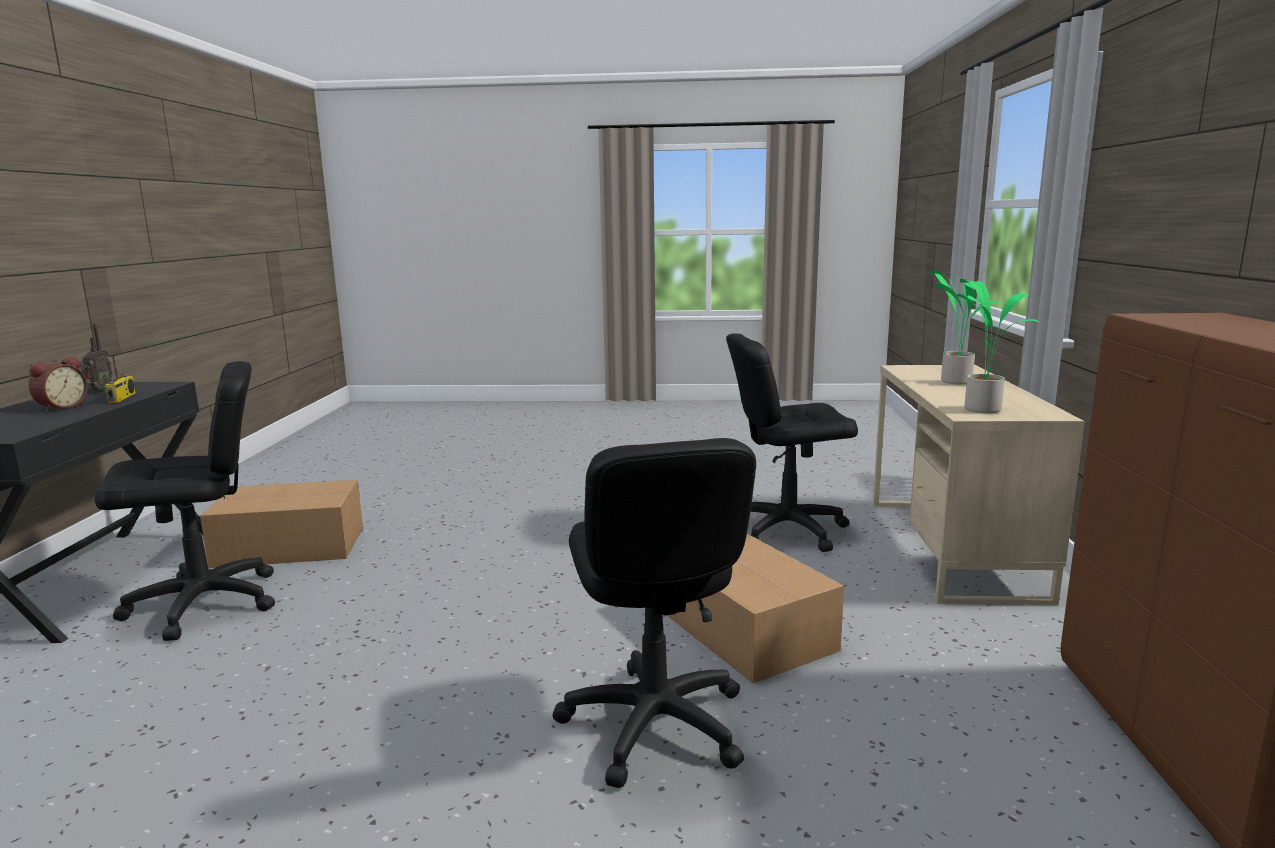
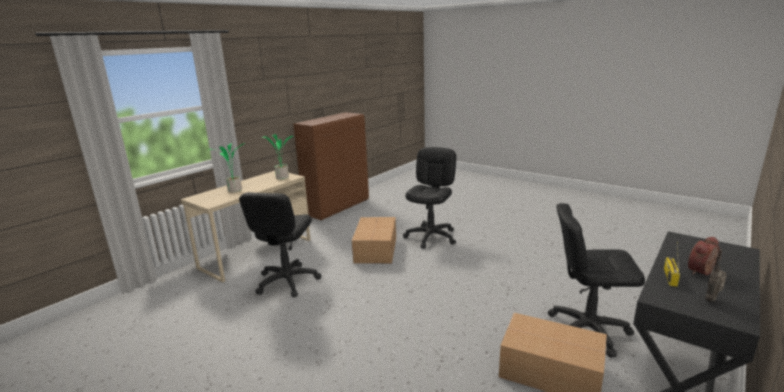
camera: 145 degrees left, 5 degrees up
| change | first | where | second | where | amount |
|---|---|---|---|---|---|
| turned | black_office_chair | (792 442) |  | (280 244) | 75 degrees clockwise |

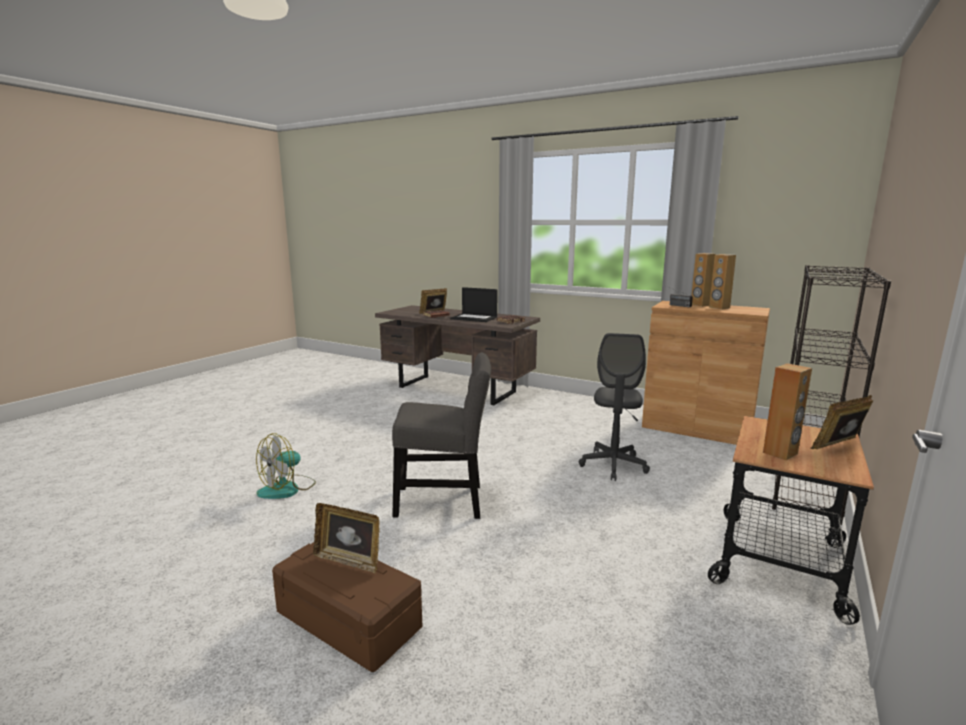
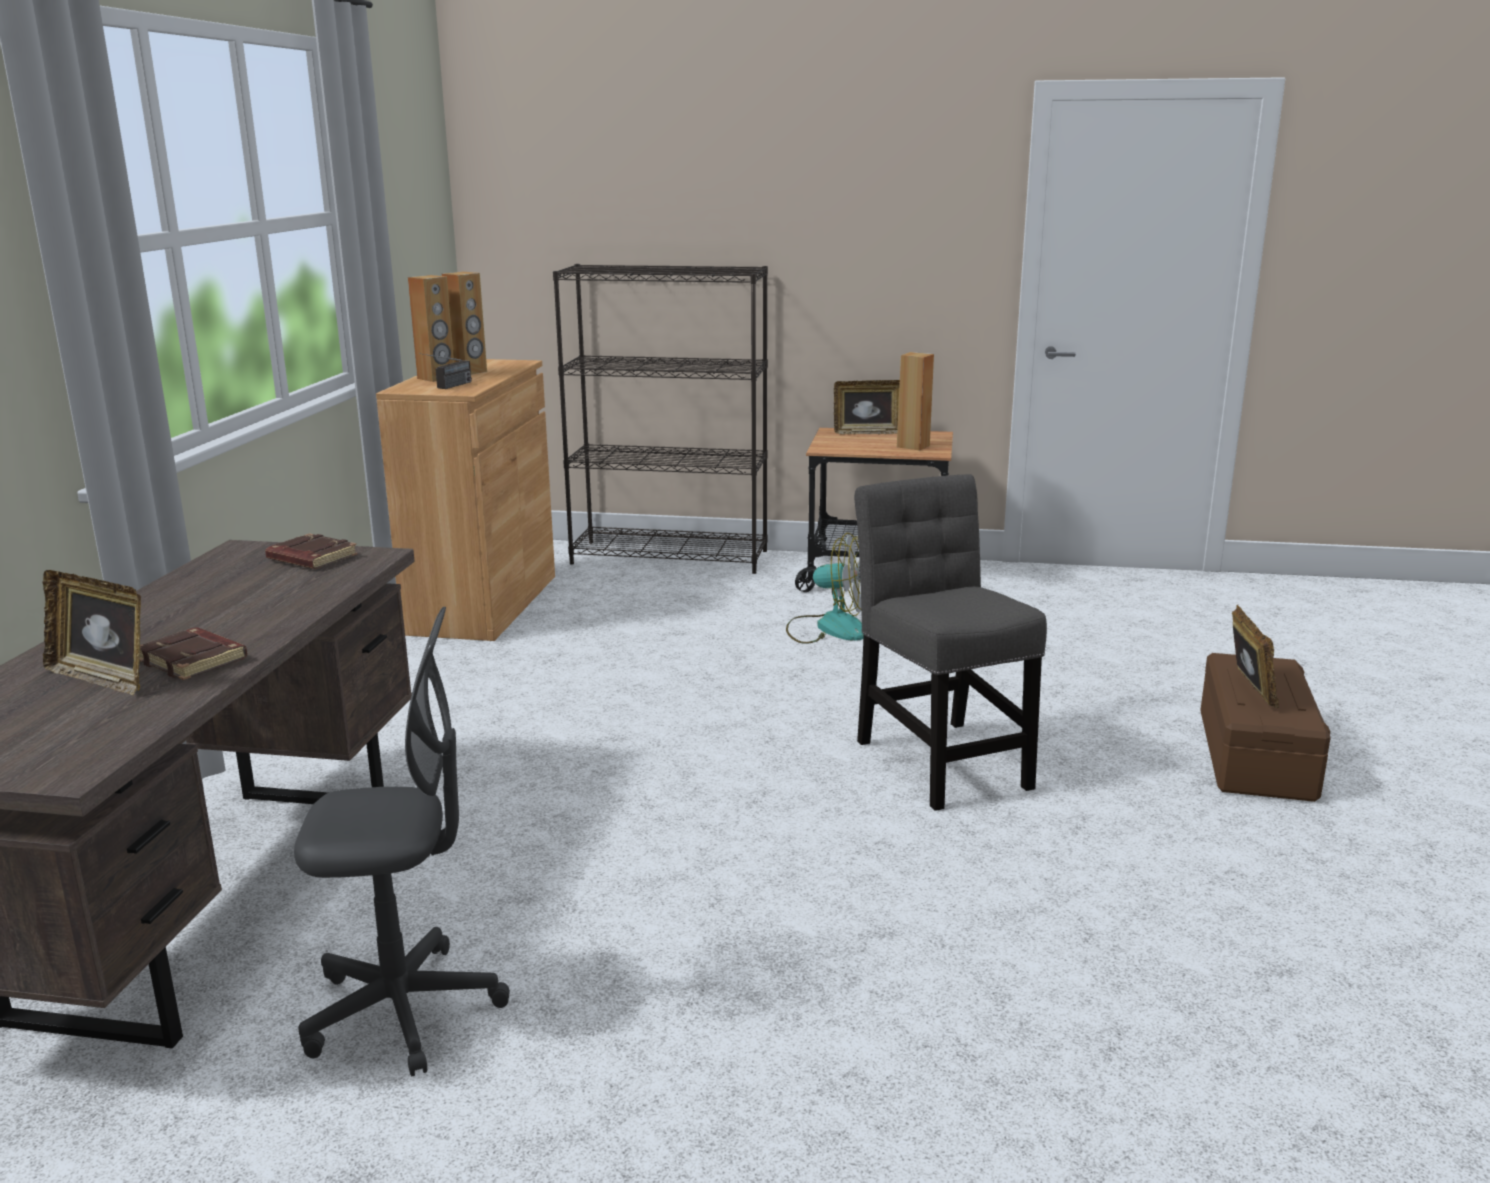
camera: 110 degrees left, 5 degrees up
| change | first | where | second | where | amount |
|---|---|---|---|---|---|
| moved | grey_office_chair | (614 407) |  | (402 841) |  |
| moved | fan | (286 466) |  | (825 588) |  |
| turned | picture_frame | (841 422) |  | (867 407) | 45 degrees counterclockwise |
| removed | laptop | (473 304) |  |  |  |

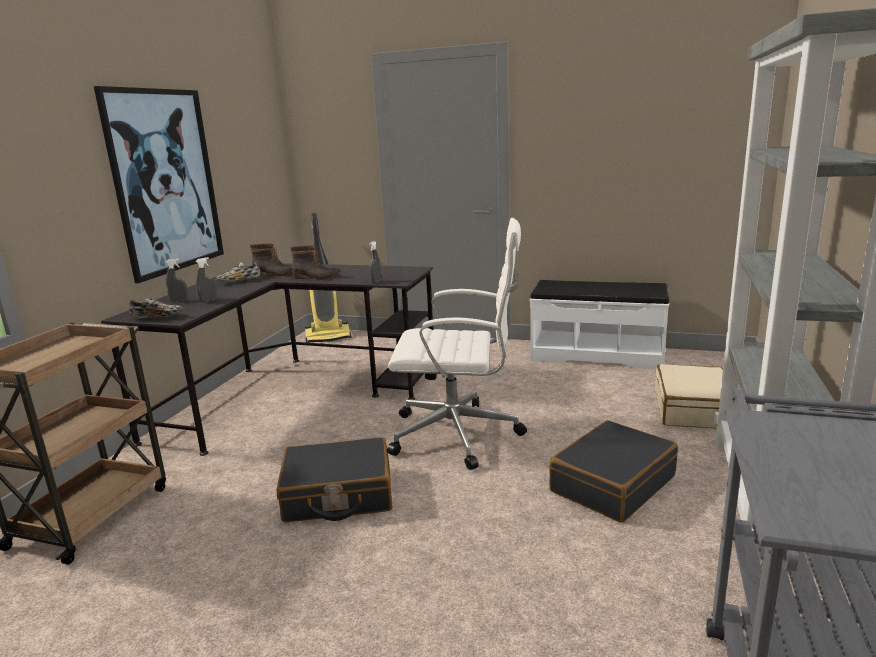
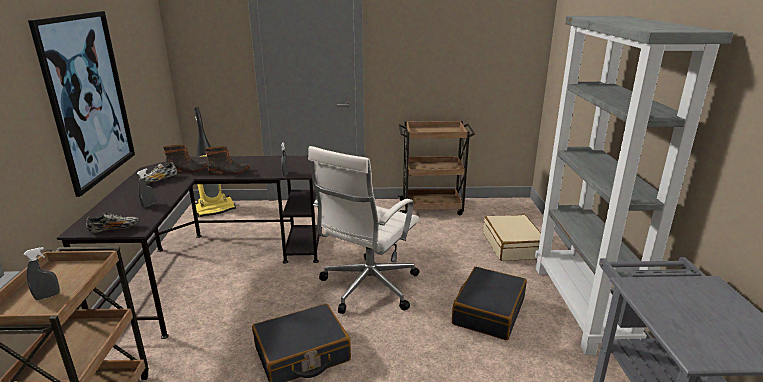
camera: 20 degrees left, 5 degrees up
| change | first | where | second | where | amount |
|---|---|---|---|---|---|
| moved | grey_spray_bottle | (177 280) |  | (42 273) |  |
| turned | white_office_chair | (457 344) |  | (364 230) | 135 degrees clockwise |
| replaced | white_bench | (599 324) | brown_cart | (436 168) |  |

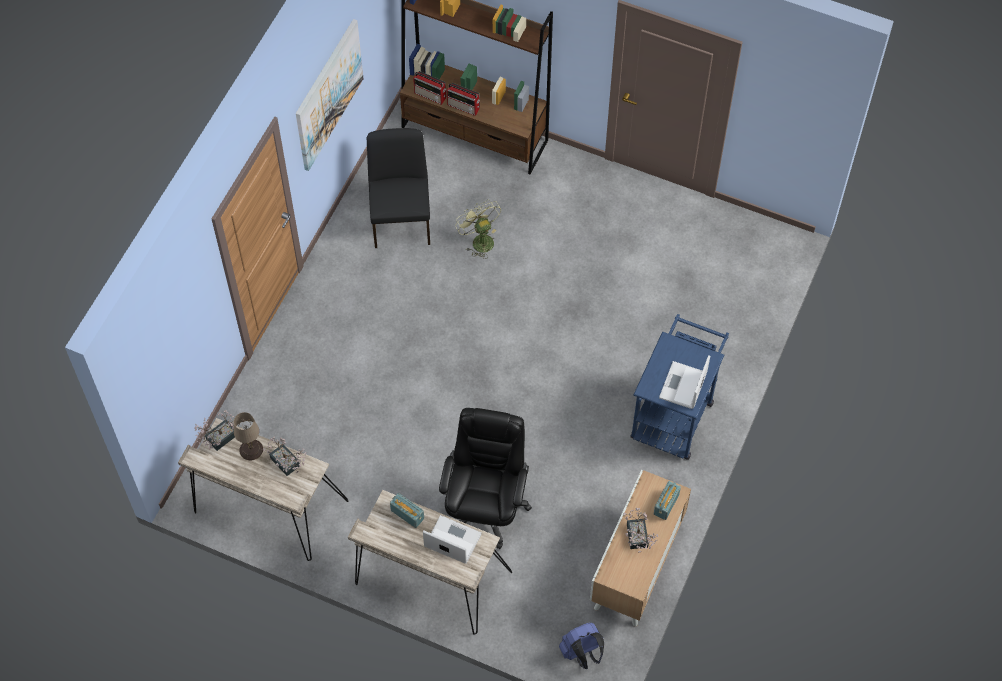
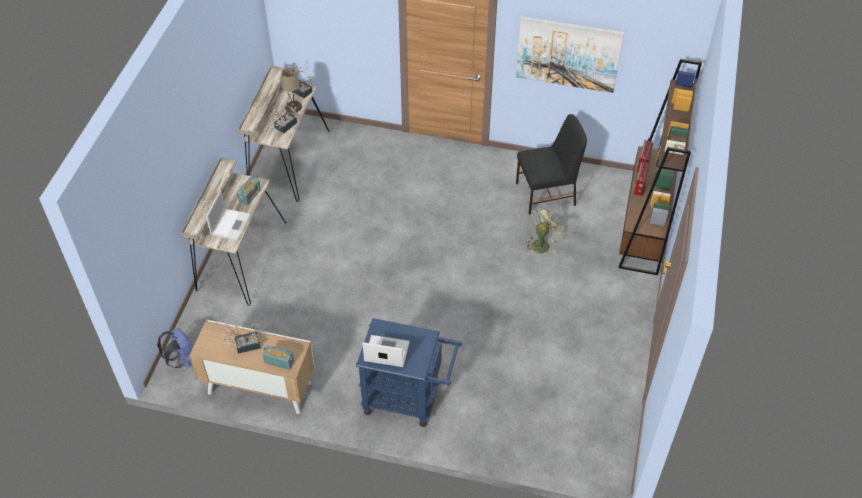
camera: 80 degrees right, 10 degrees down
| change | first | where | second | where | amount |
|---|---|---|---|---|---|
| removed | black_office_chair | (485 478) |  |  |  |

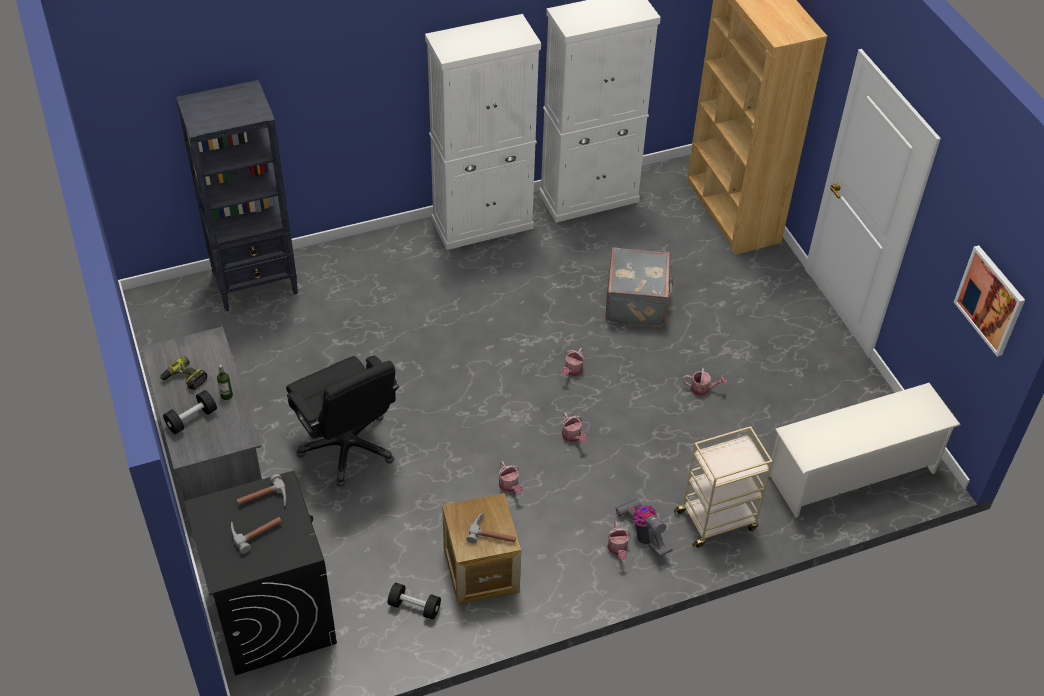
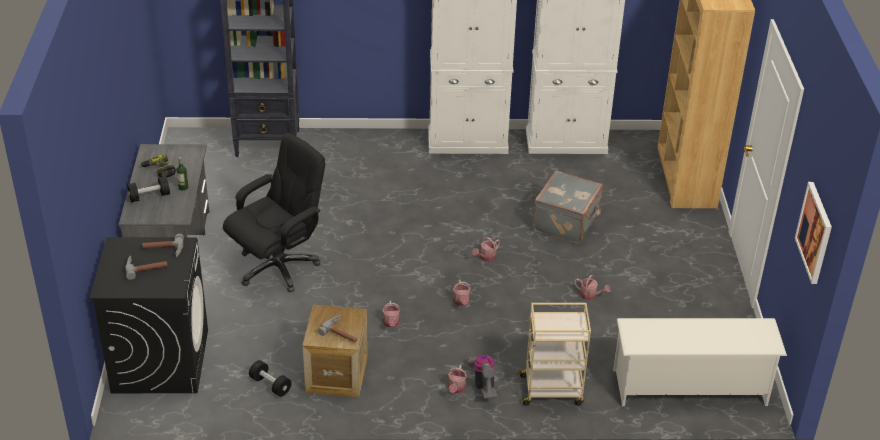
camera: 20 degrees right, 10 degrees down
| change | first | where | second | where | amount |
|---|---|---|---|---|---|
| turned | black_office_chair | (342 421) |  | (274 212) | 120 degrees counterclockwise |

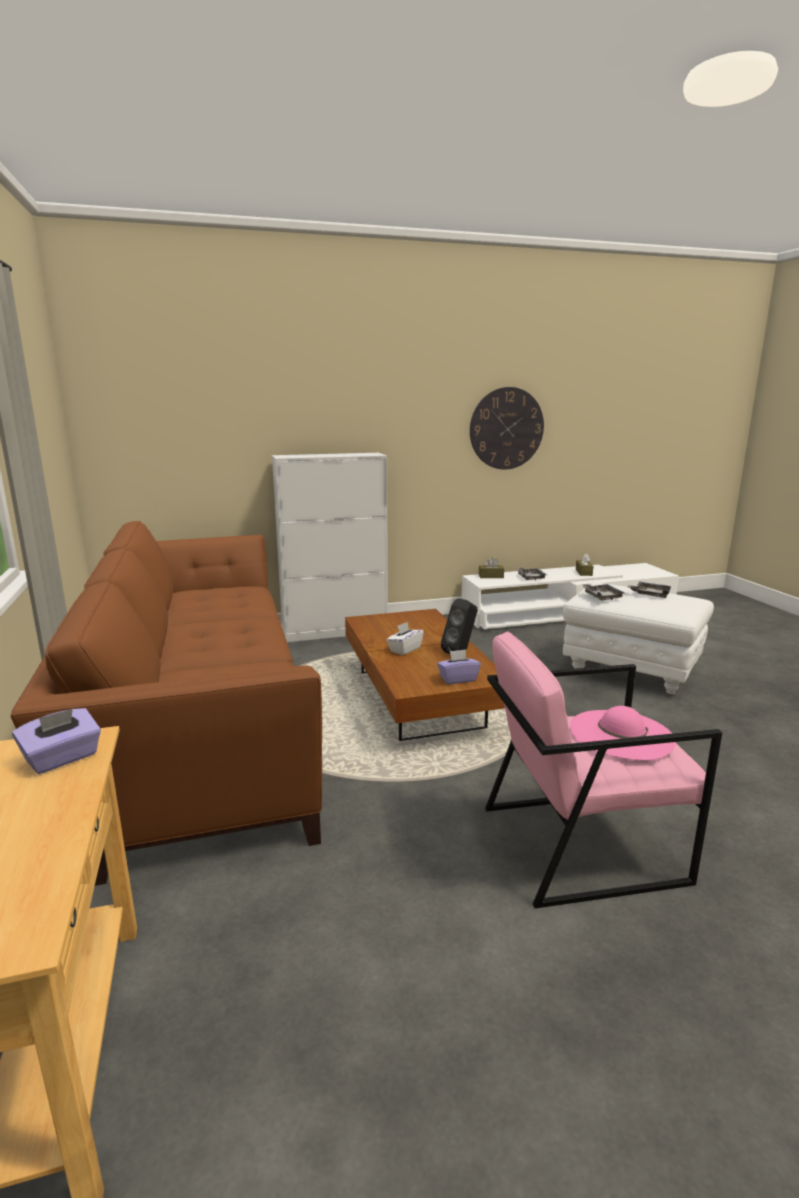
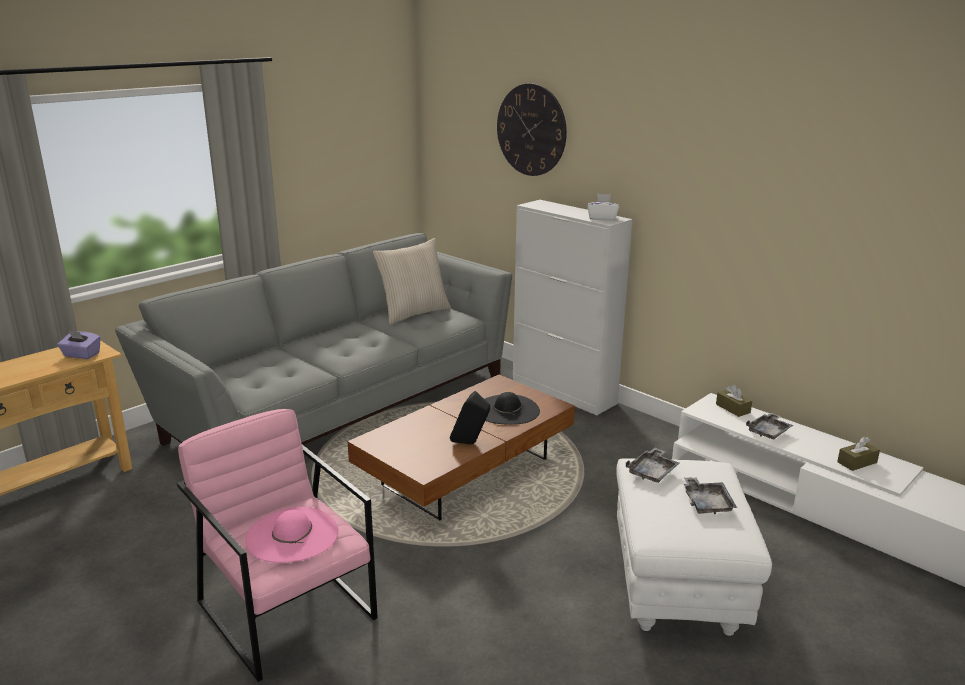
camera: 60 degrees right, 5 degrees up
| change | first | where | second | where | amount |
|---|---|---|---|---|---|
| recoloured | brown_sofa | (166 703) | grey_sofa | (313 339) |  |
| added |  |  | beige_pillow | (412 281) |  |
| added |  |  | black_hat | (512 408) |  |
| moved | wall_clock | (507 428) |  | (532 129) |  |
| moved | white_tissue_box | (405 638) |  | (603 207) |  |
| removed | purple_tissue_box | (459 666) |  |  |  |

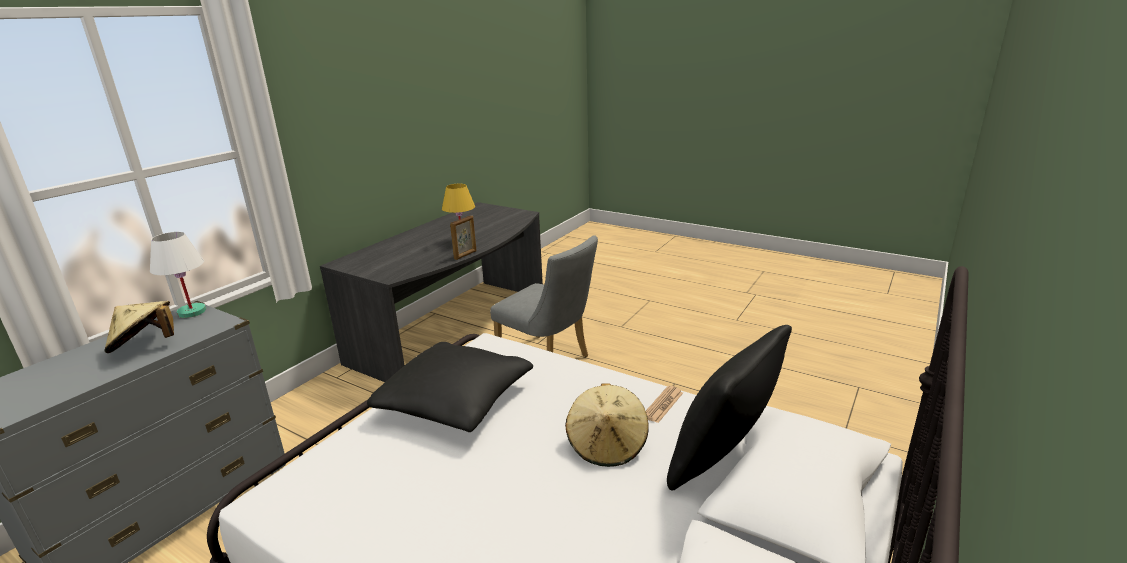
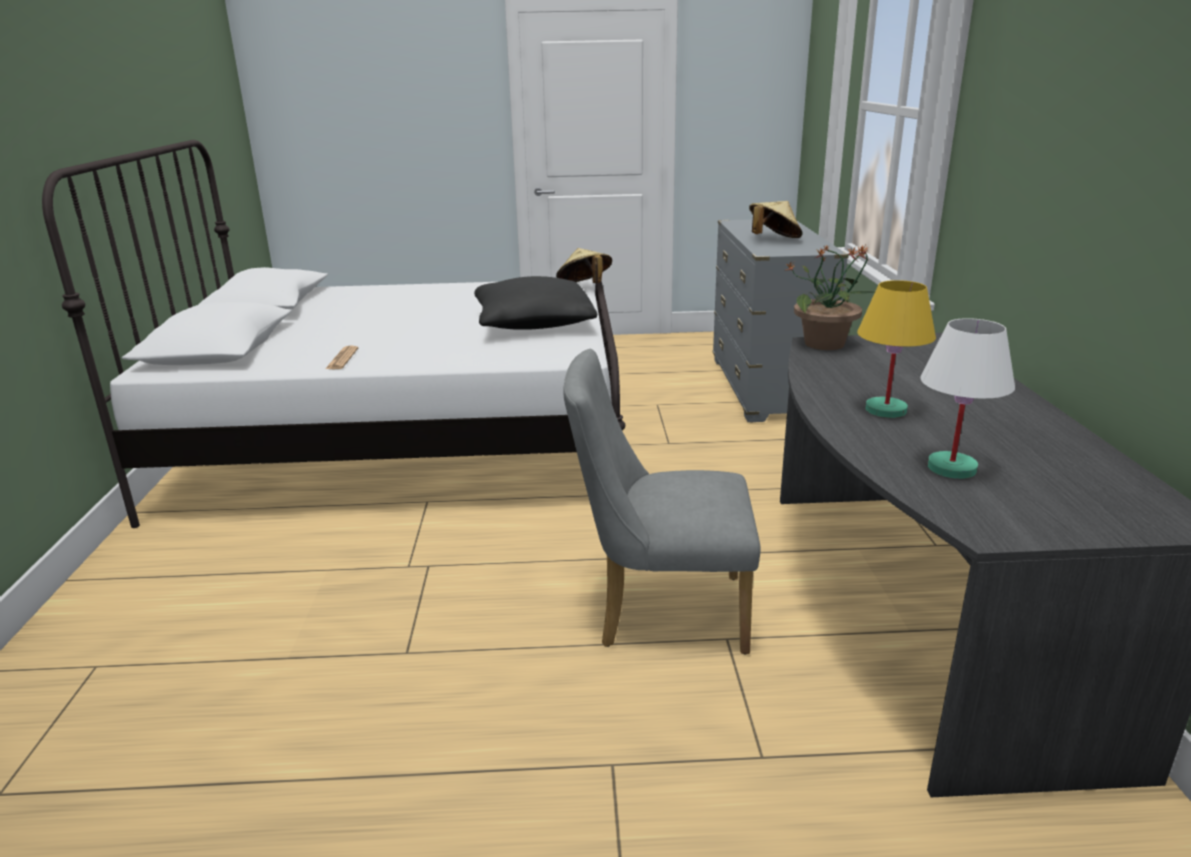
camera: 145 degrees right, 0 degrees up
| change | first | where | second | where | amount |
|---|---|---|---|---|---|
| moved | beige_hat | (607 425) |  | (584 265) |  |
| added |  |  | potted_plant | (830 297) |  |
| moved | white_table_lamp | (178 275) |  | (967 398) |  |
| removed | picture_frame | (463 237) |  |  |  |
| removed | black_pillow | (729 408) |  |  |  |

